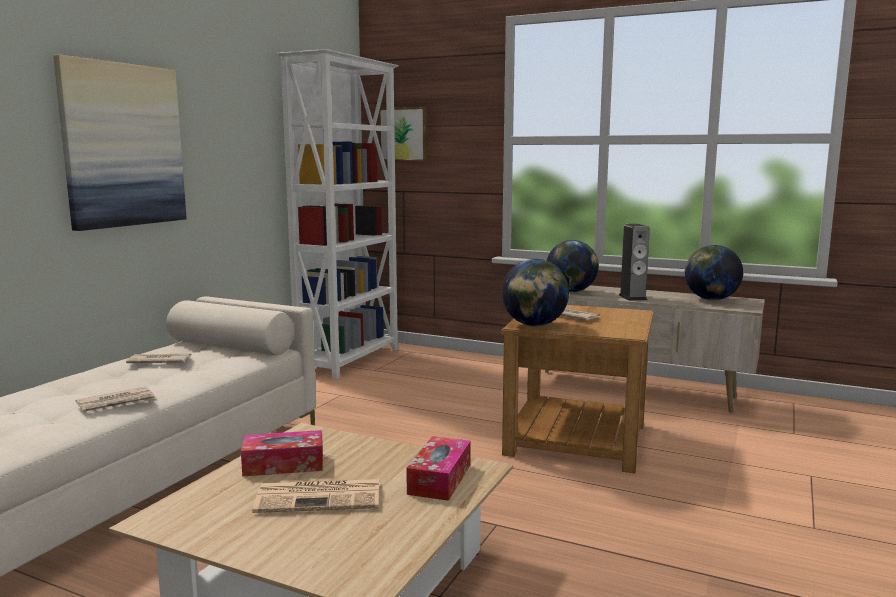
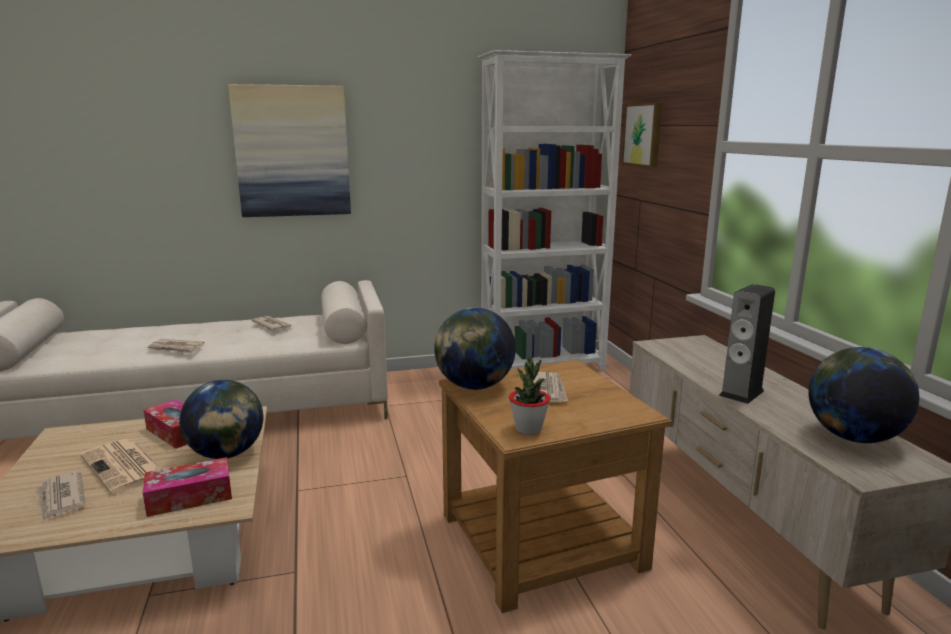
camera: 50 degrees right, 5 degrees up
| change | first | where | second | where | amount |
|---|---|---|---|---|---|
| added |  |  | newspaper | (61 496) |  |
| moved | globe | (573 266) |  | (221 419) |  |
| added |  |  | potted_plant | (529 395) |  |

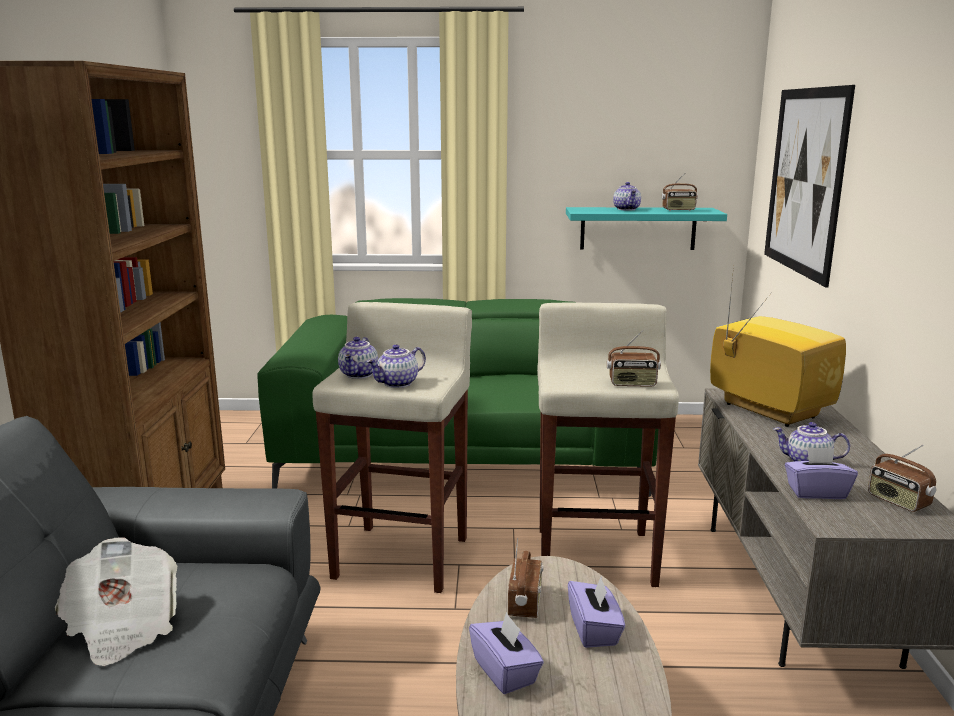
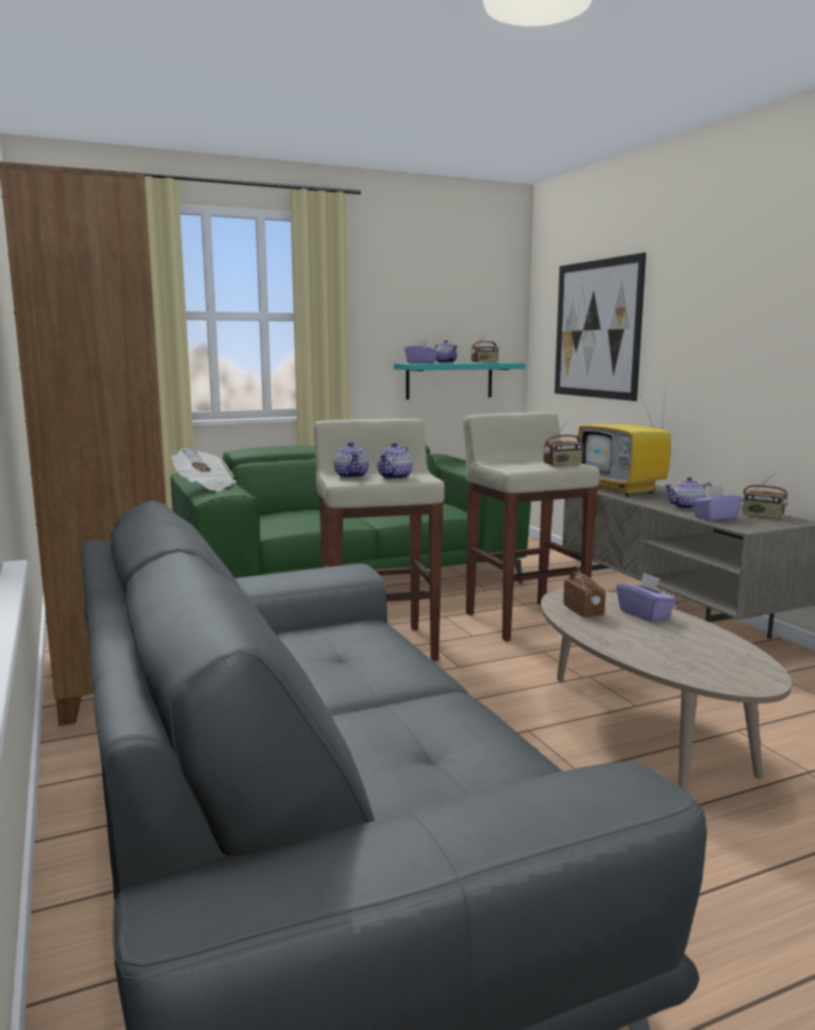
camera: 25 degrees left, 5 degrees down
| change | first | where | second | where | amount |
|---|---|---|---|---|---|
| moved | newspaper | (116 601) |  | (204 470) |  |
| moved | purple_tissue_box | (506 653) |  | (421 352) |  |
| turned | television | (778 351) |  | (624 439) | 150 degrees counterclockwise |

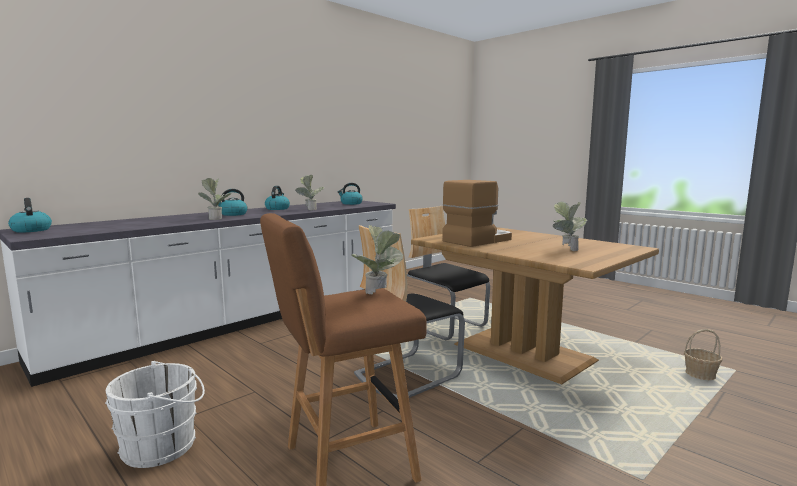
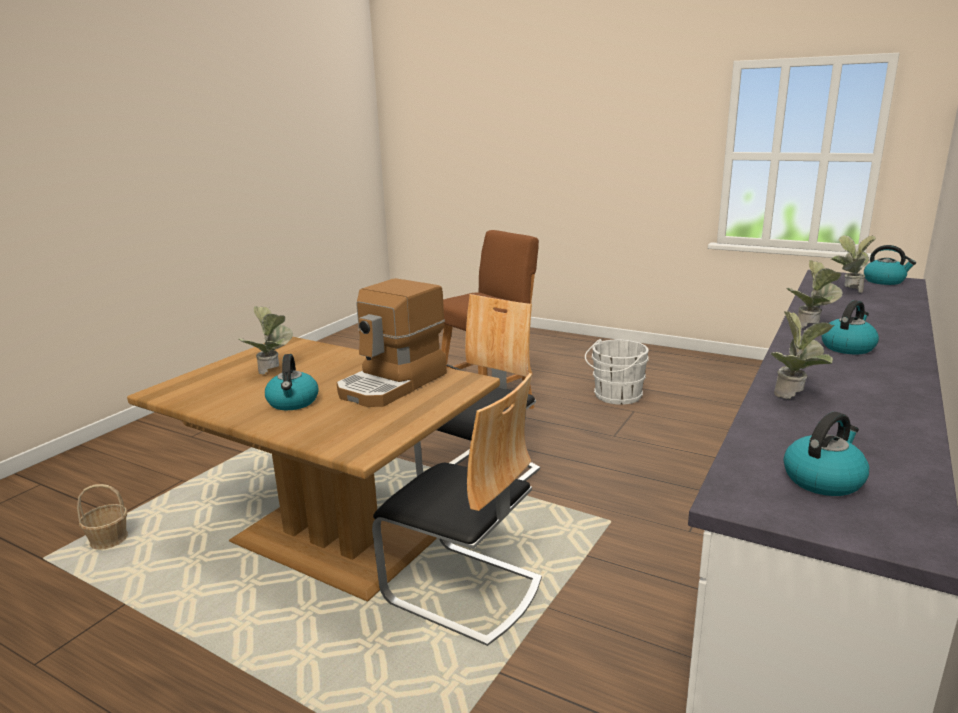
camera: 165 degrees right, 10 degrees up
| change | first | where | second | where | amount |
|---|---|---|---|---|---|
| moved | kettle | (277 198) |  | (292 382) |  |
| moved | potted_plant | (377 259) |  | (853 264) |  |

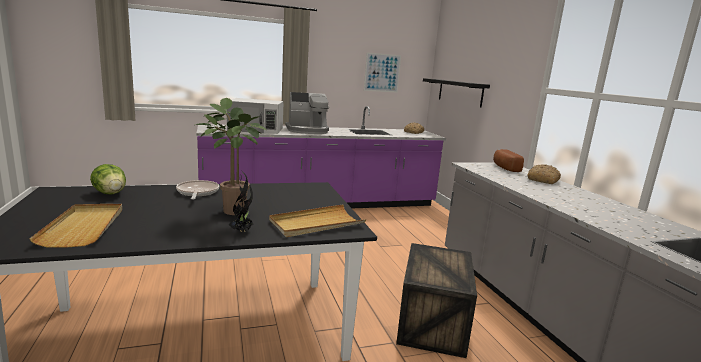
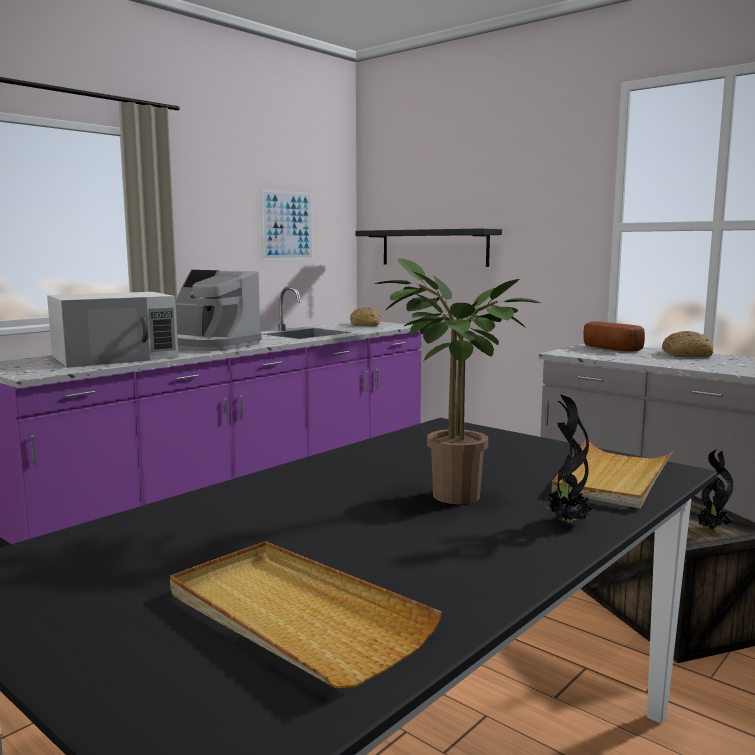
camera: 30 degrees left, 5 degrees down
| change | first | where | second | where | amount |
|---|---|---|---|---|---|
| turned | coffee_machine | (307 113) |  | (219 310) | 75 degrees clockwise |
| added |  |  | potted_plant | (715 490) |  |
| removed | lettuce | (108 179) |  |  |  |
| removed | frying_pan | (197 189) |  |  |  |

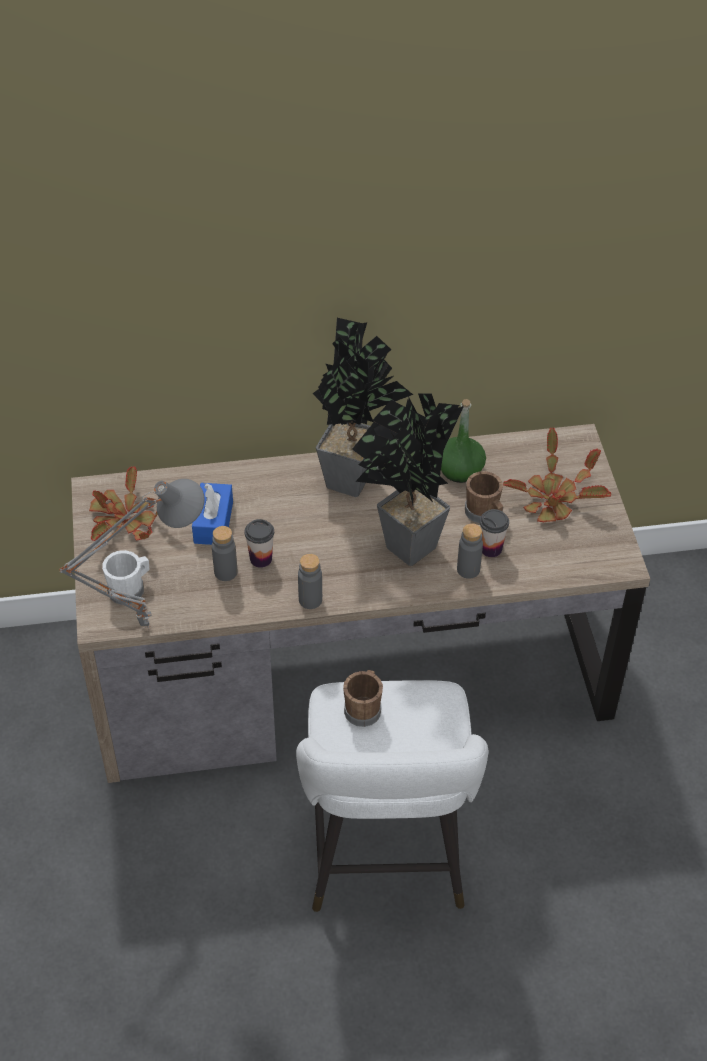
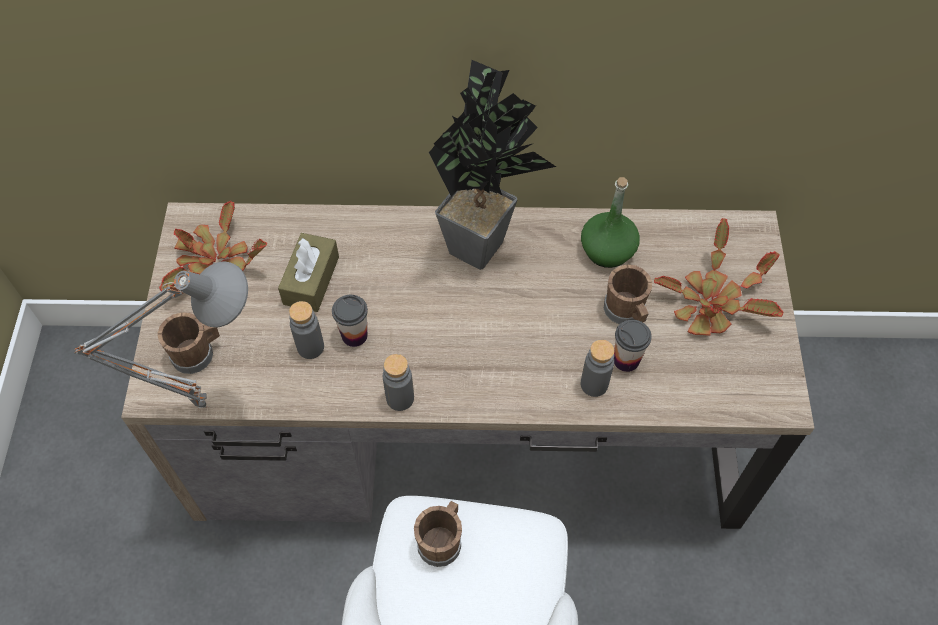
camera: 10 degrees right, 10 degrees up
| change | first | where | second | where | amount |
|---|---|---|---|---|---|
| recoloured | white_mug | (126 577) | brown_mug | (188 343) |  |
| recoloured | blue_tissue_box | (212 514) | brown_tissue_box | (308 272) |  |
| removed | potted_plant | (408 480) |  |  |  |

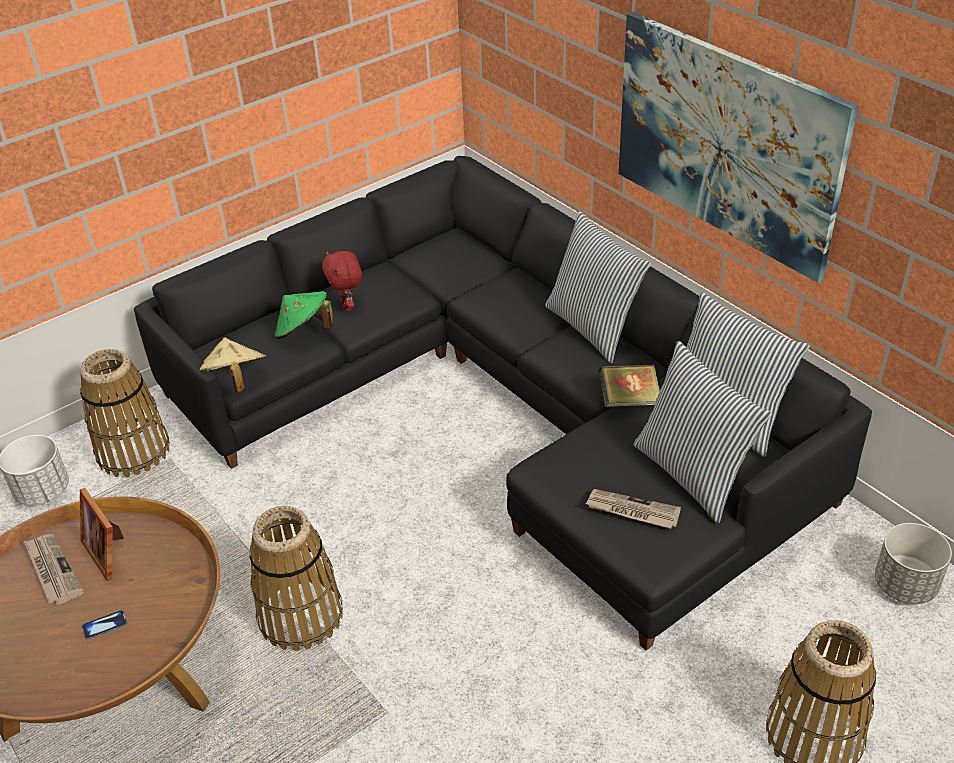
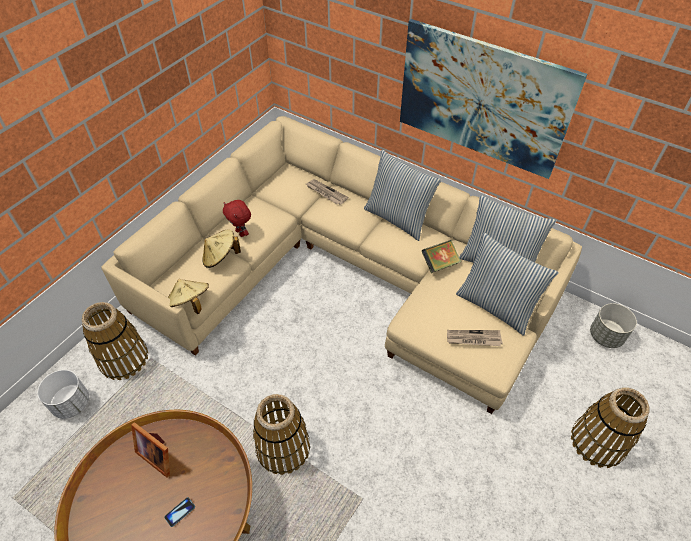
camera: 20 degrees left, 10 degrees up
| change | first | where | second | where | amount |
|---|---|---|---|---|---|
| recoloured | black_sofa | (503 403) | beige_sofa | (341 265) |  |
| recoloured | green_hat | (304 315) | beige_hat | (221 248) |  |
| moved | newspaper | (54 569) |  | (327 192) |  |

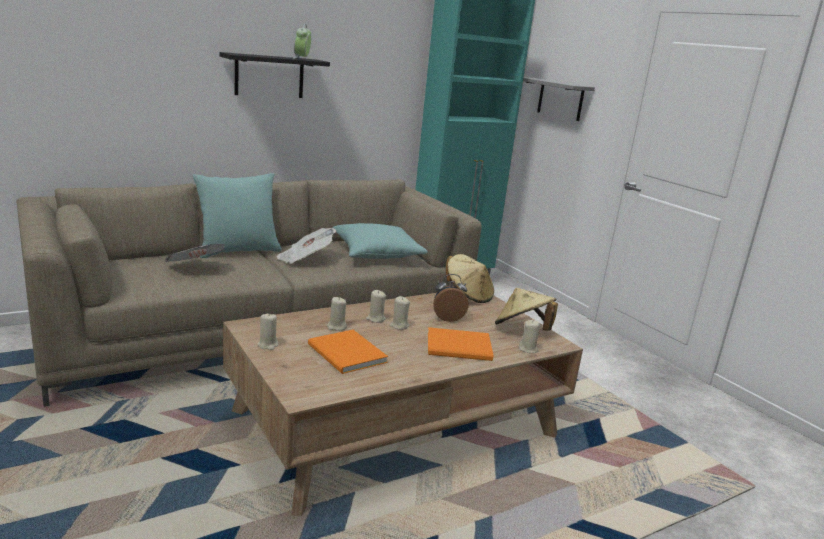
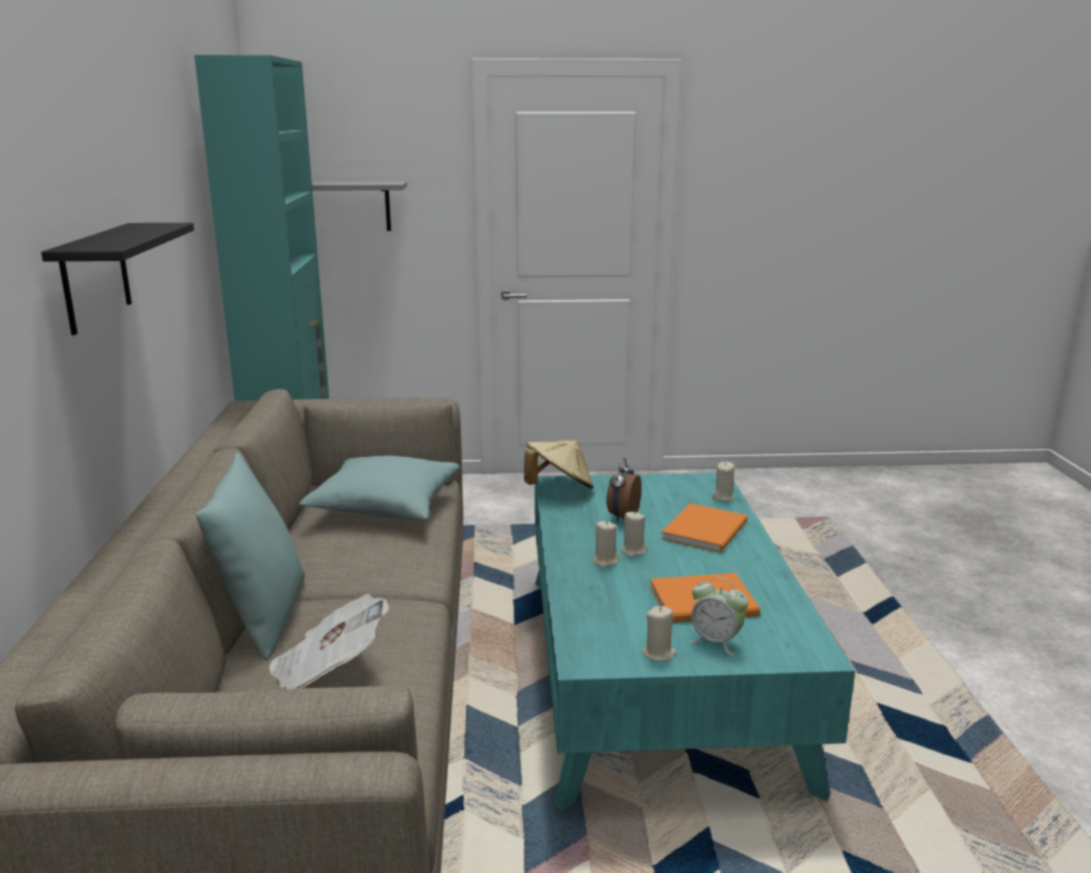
camera: 60 degrees left, 0 degrees up
| change | first | where | second | where | amount |
|---|---|---|---|---|---|
| recoloured | brown_coffee_table | (403 404) | turquoise_coffee_table | (695 642) |  |
| moved | alarm_clock | (302 41) |  | (718 616) |  |
| removed | newspaper | (306 246) |  |  |  |
| removed | beige_candle | (337 314) |  |  |  |
| removed | beige_hat | (526 309) |  |  |  |

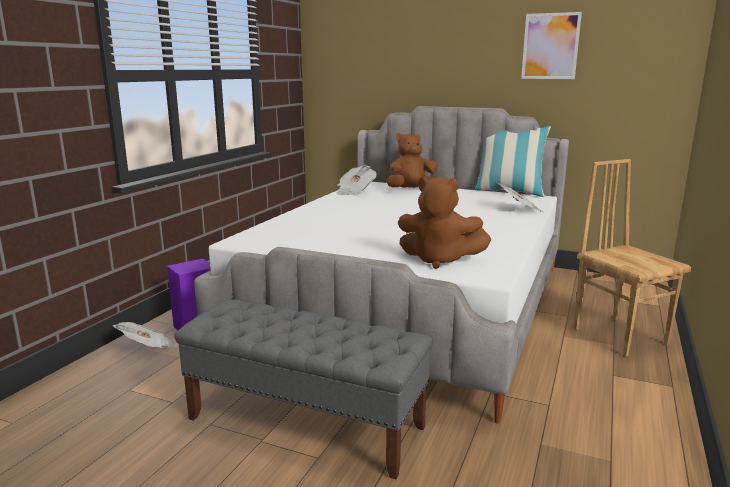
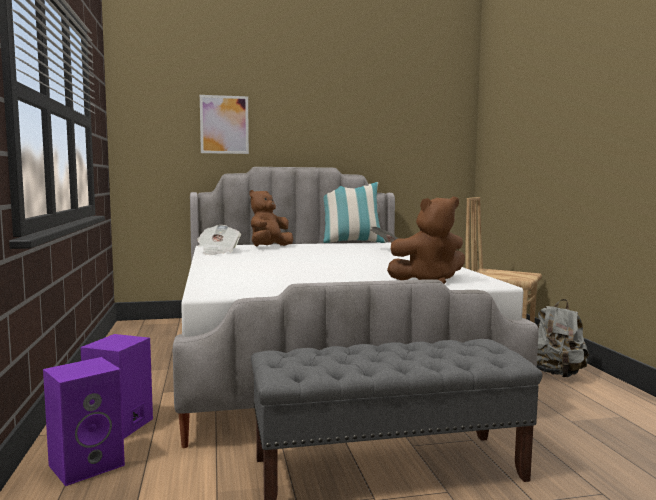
camera: 35 degrees left, 10 degrees down
| change | first | where | second | where | amount |
|---|---|---|---|---|---|
| replaced | newspaper | (145 335) | purple_speaker | (84 421) |  |
| moved | picture | (551 45) |  | (224 124) |  |
| added |  |  | grey_backpack | (563 338) |  |

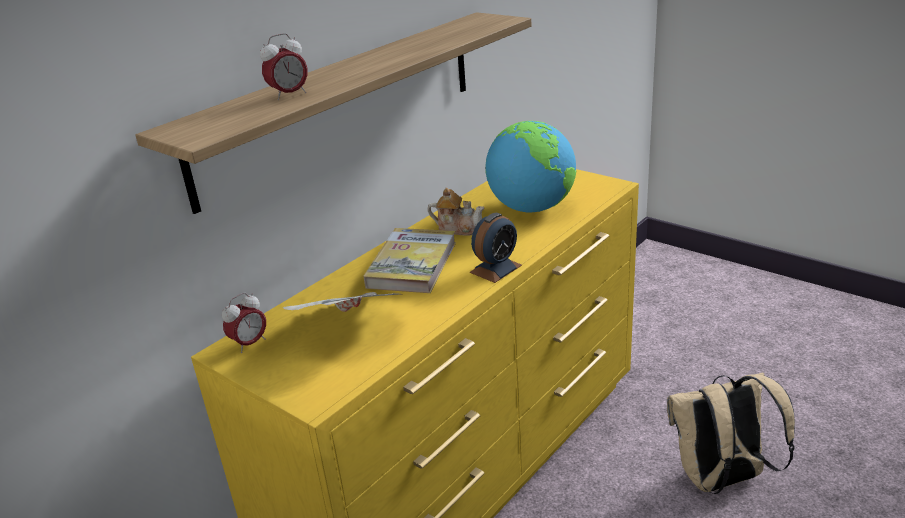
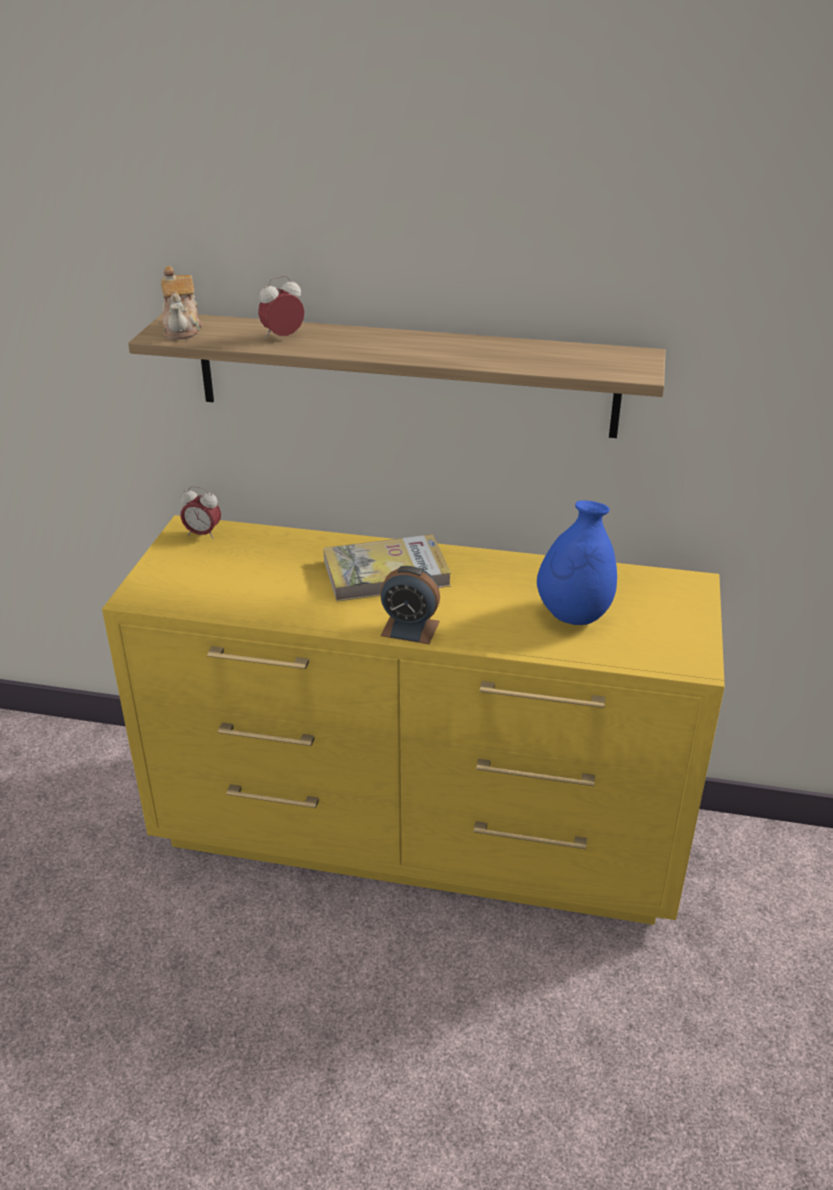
camera: 60 degrees right, 5 degrees up
| change | first | where | second | where | amount |
|---|---|---|---|---|---|
| moved | teapot | (455 212) |  | (182 303) |  |
| turned | alarm_clock | (283 67) |  | (281 307) | 120 degrees clockwise |
| replaced | globe | (530 166) | blue_vase | (577 562) |  |
| removed | newspaper | (341 302) |  |  |  |
| removed | beige_backpack | (731 433) |  |  |  |

